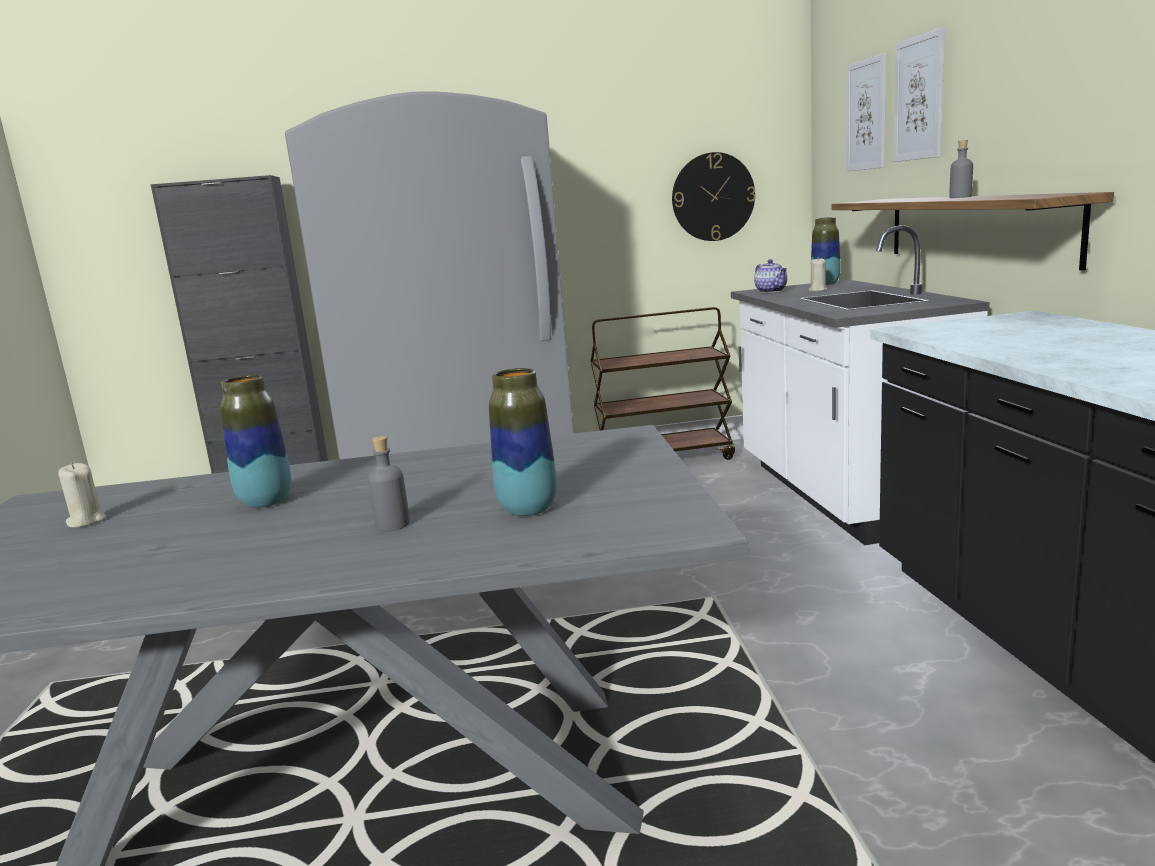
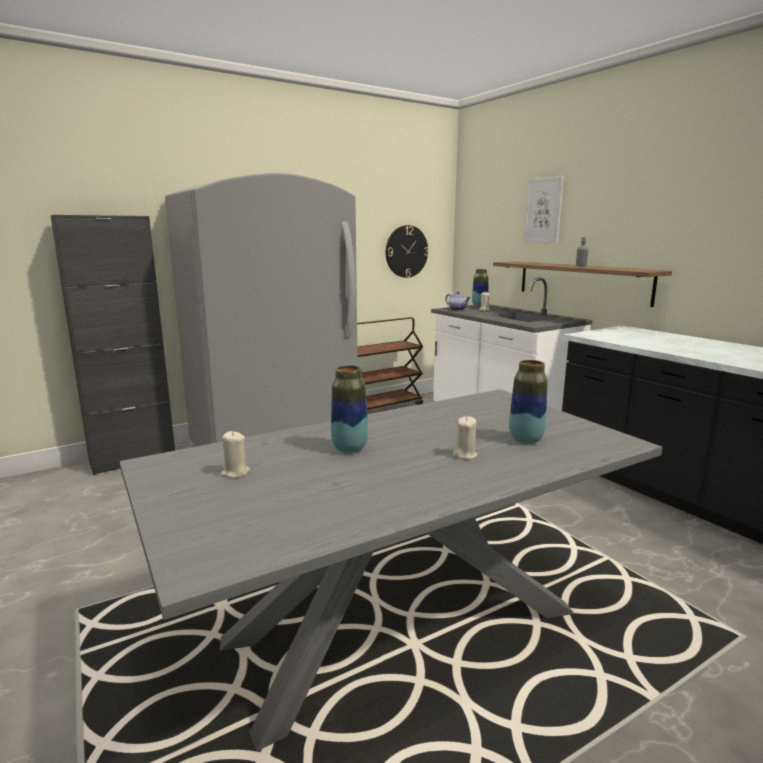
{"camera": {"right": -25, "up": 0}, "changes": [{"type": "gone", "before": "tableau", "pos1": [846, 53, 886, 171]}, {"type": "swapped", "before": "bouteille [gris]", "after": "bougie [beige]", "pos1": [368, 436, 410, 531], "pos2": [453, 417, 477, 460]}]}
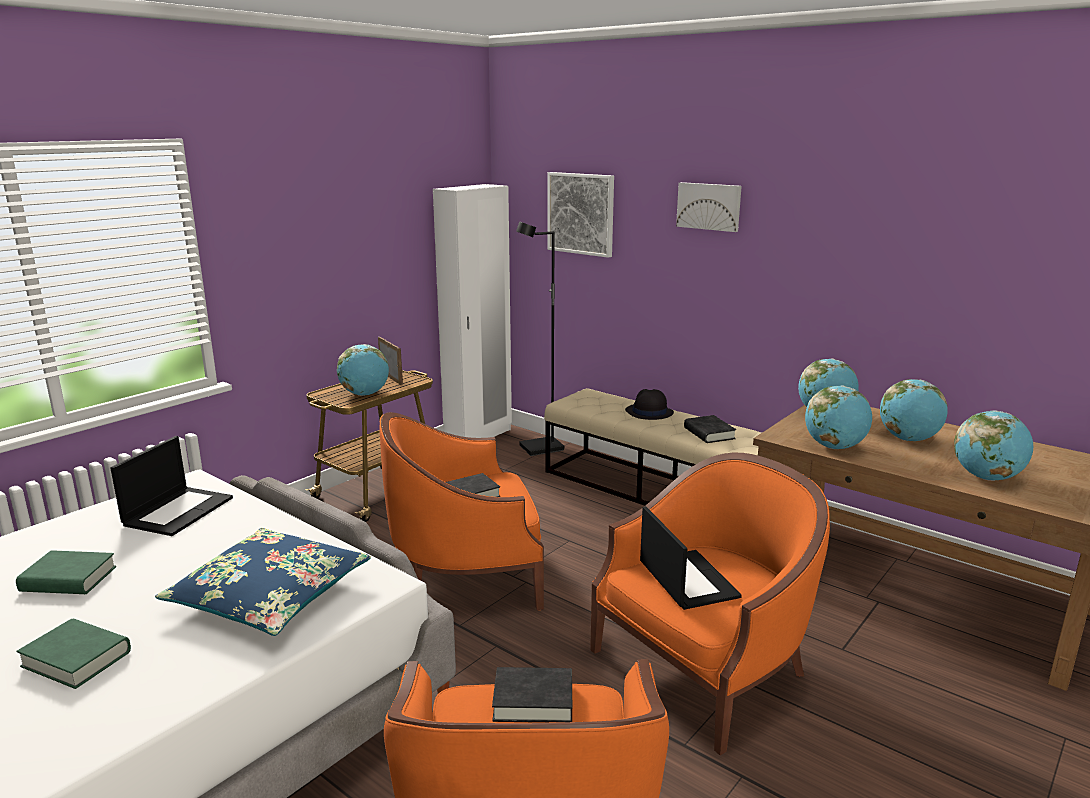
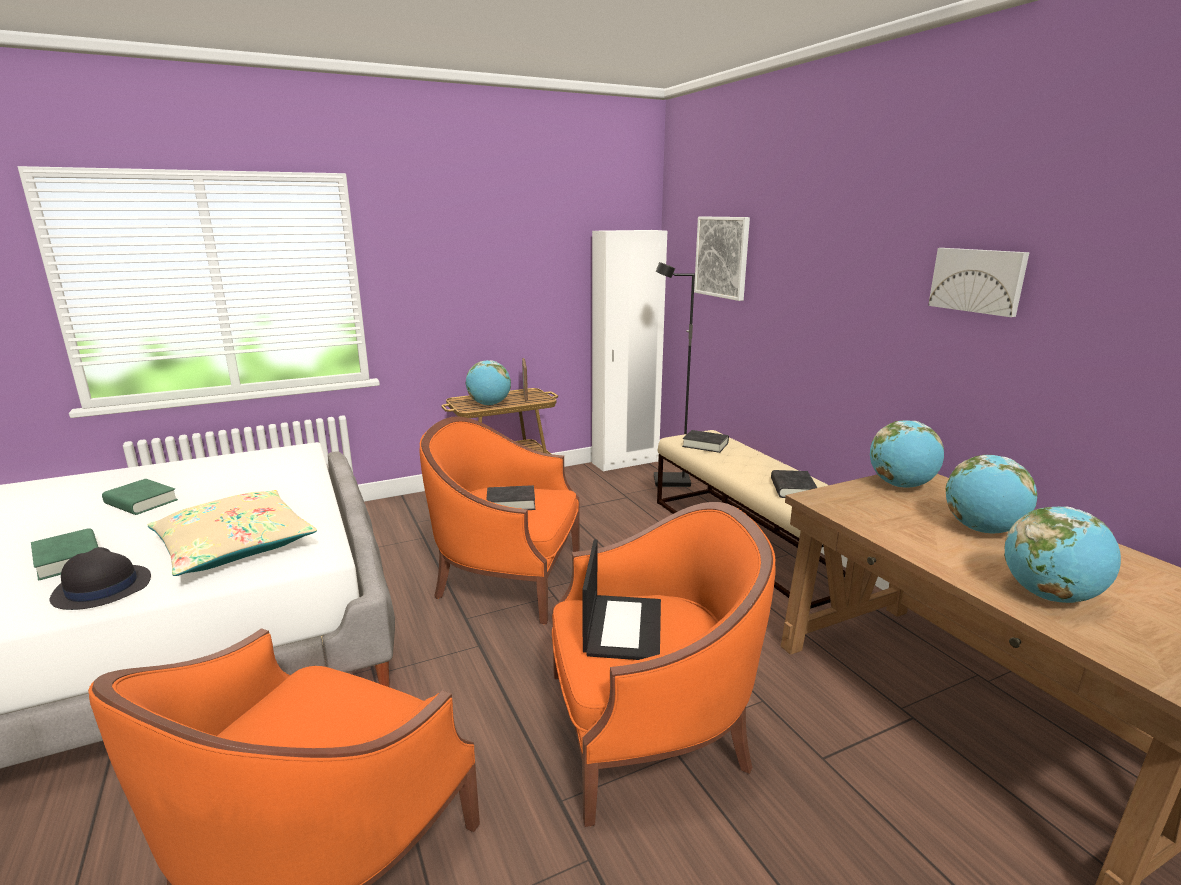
{"camera": {"right": 25, "up": 0}, "changes": [{"type": "gone", "before": "ordinateur portable", "pos1": [110, 436, 233, 536]}, {"type": "gone", "before": "globe", "pos1": [805, 385, 872, 449]}, {"type": "shifted", "before": "livre [noir]", "pos1": [492, 667, 572, 723], "pos2": [682, 430, 729, 453]}, {"type": "shifted", "before": "chapeau [noir]", "pos1": [625, 389, 674, 420], "pos2": [50, 547, 151, 610]}, {"type": "shifted", "before": "tableau", "pos1": [676, 182, 742, 232], "pos2": [928, 248, 1030, 317]}, {"type": "repainted", "before": "coussin [bleu]", "after": "coussin [beige]", "pos1": [155, 528, 371, 636], "pos2": [148, 490, 317, 576]}]}
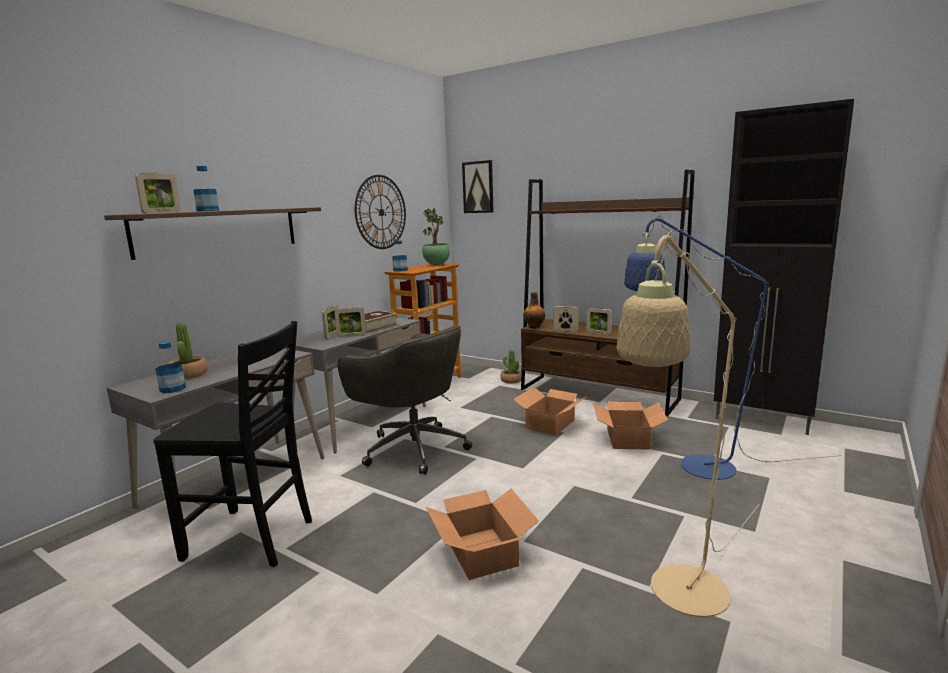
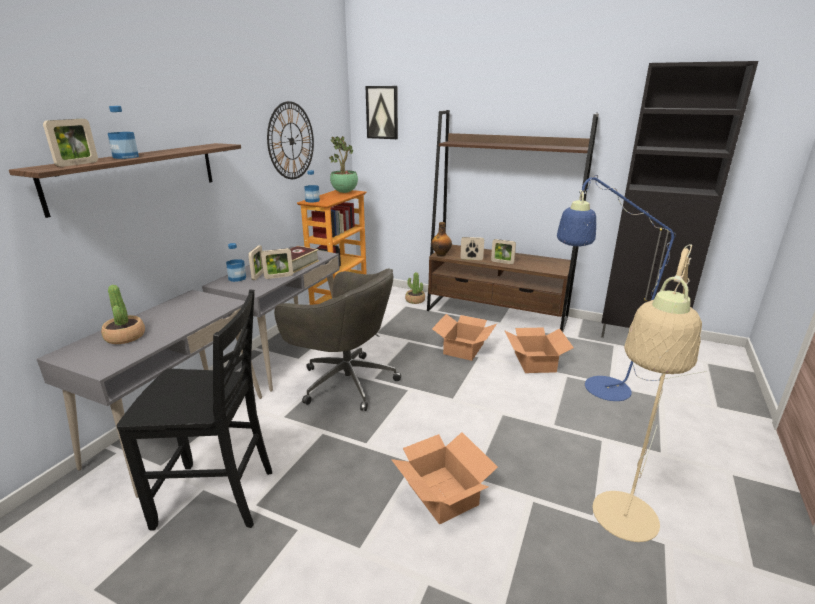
{"camera": {"right": -10, "up": 10}, "changes": [{"type": "shifted", "before": "bouteille", "pos1": [155, 341, 186, 393], "pos2": [226, 243, 246, 282]}]}
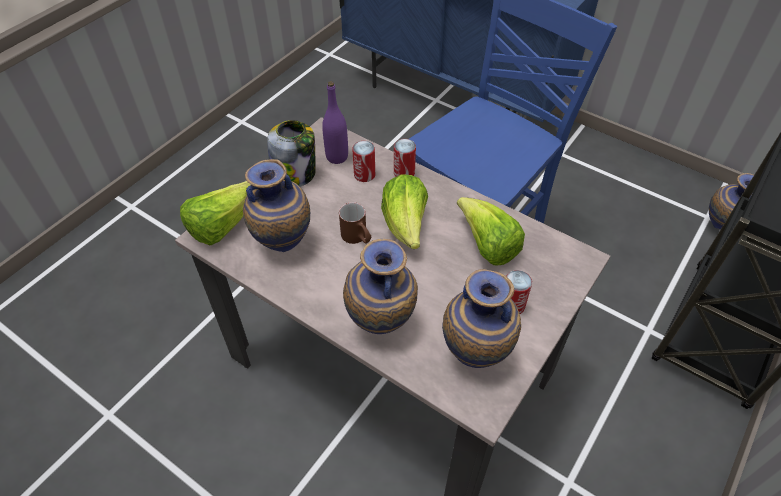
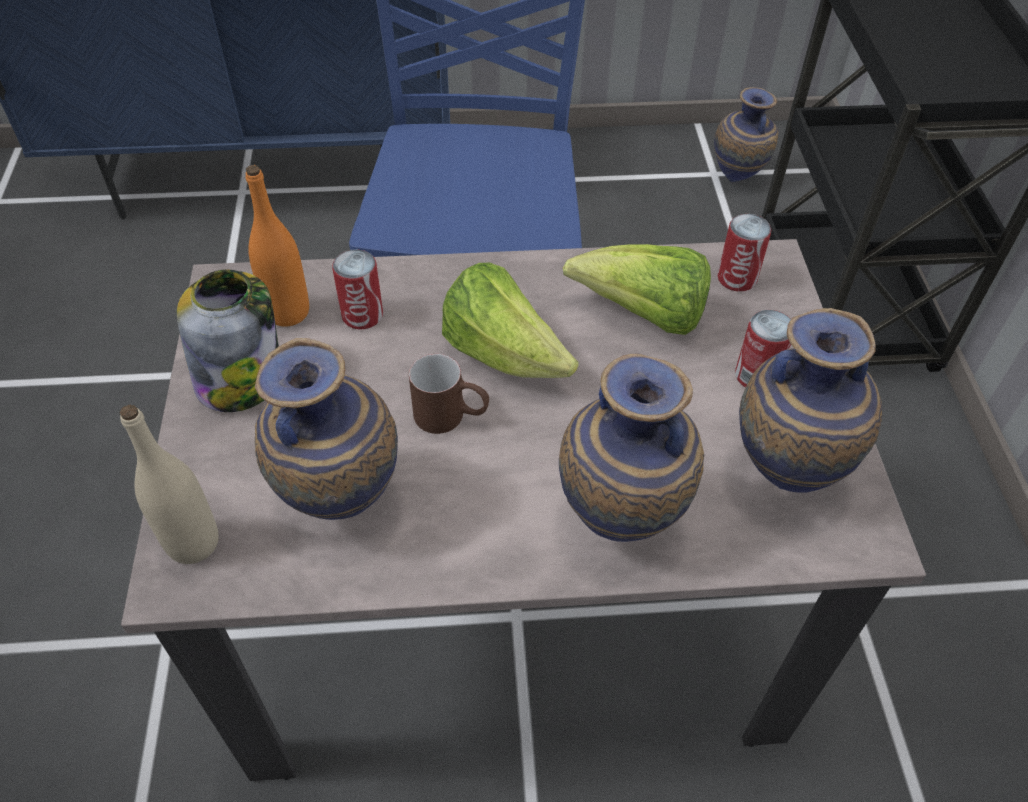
{"camera": {"right": -40, "up": 0}, "changes": [{"type": "shifted", "before": "boîte métallique", "pos1": [394, 139, 416, 177], "pos2": [717, 214, 771, 292]}, {"type": "swapped", "before": "laitue", "after": "bouteille [beige]", "pos1": [180, 181, 251, 246], "pos2": [120, 405, 219, 564]}, {"type": "repainted", "before": "bouteille [violet]", "after": "bouteille [orange]", "pos1": [322, 81, 348, 164], "pos2": [246, 165, 309, 327]}]}
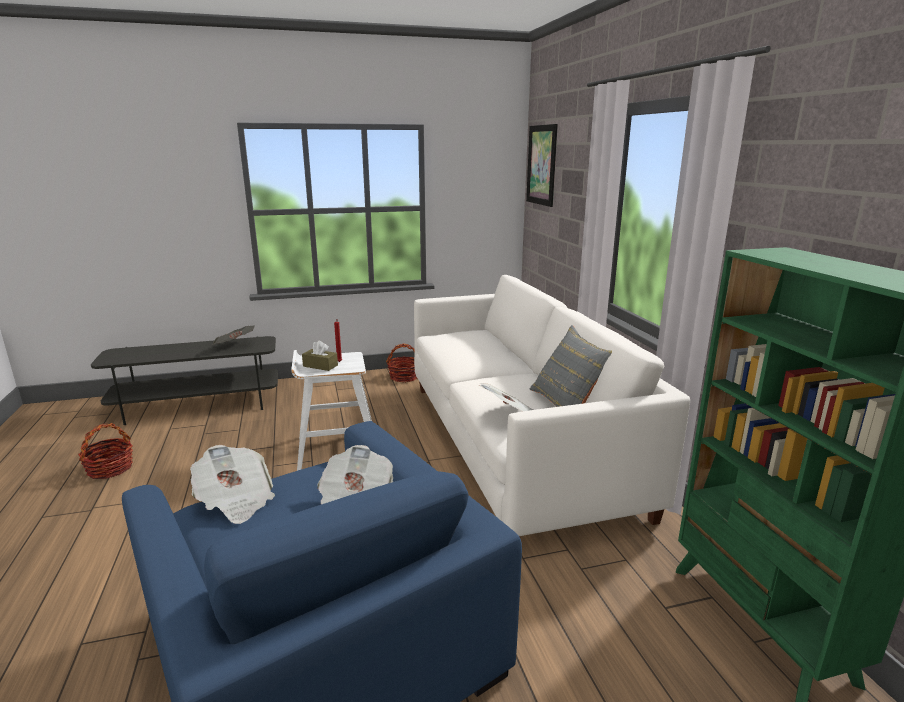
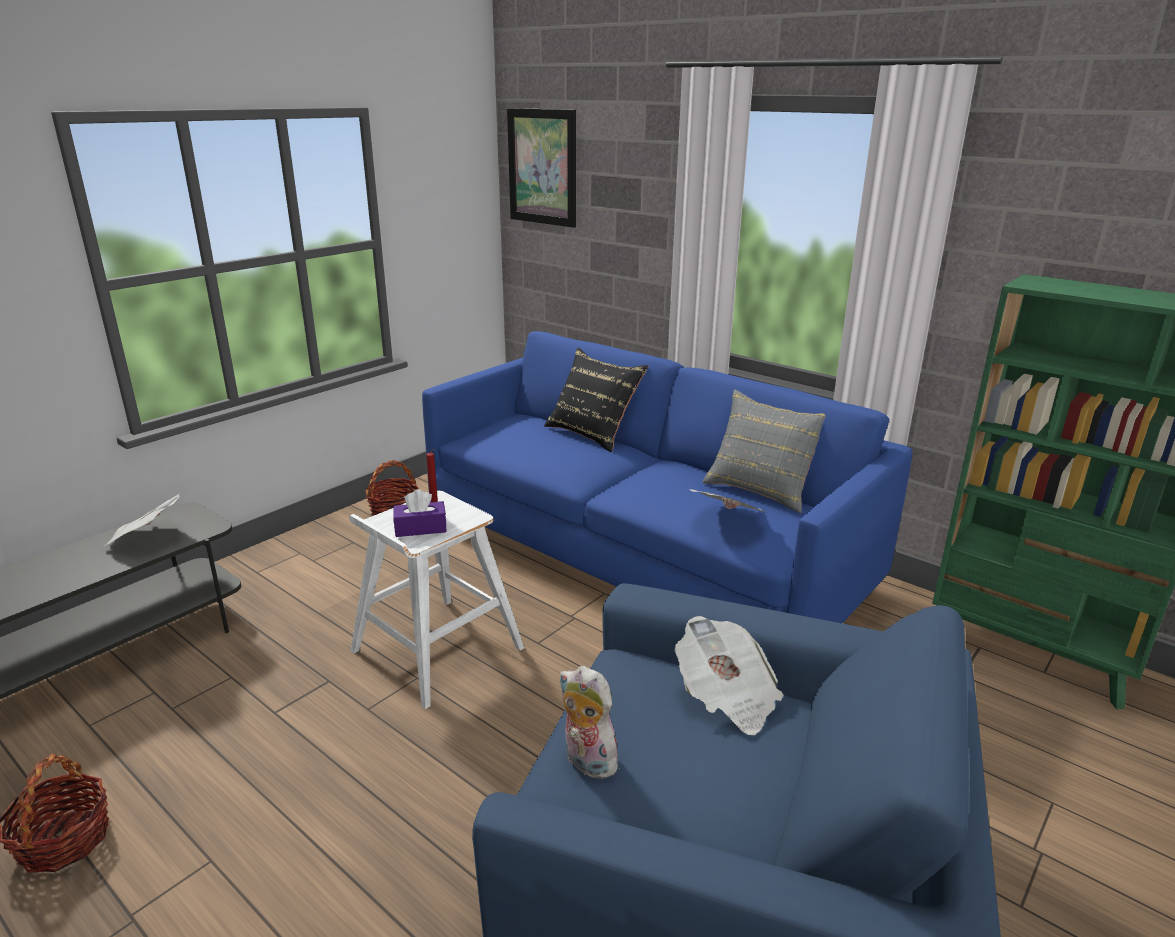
{"camera": {"right": -35, "up": 5}, "changes": [{"type": "new", "after": "coussin [noir]", "pos2": [544, 348, 648, 452]}, {"type": "swapped", "before": "journal", "after": "peluche", "pos1": [190, 445, 275, 524], "pos2": [560, 666, 622, 779]}, {"type": "repainted", "before": "boîte à mouchoirs [marron]", "after": "boîte à mouchoirs [violet]", "pos1": [302, 341, 338, 371], "pos2": [394, 489, 447, 537]}, {"type": "repainted", "before": "canapé [blanc]", "after": "canapé [bleu]", "pos1": [414, 275, 690, 537], "pos2": [422, 331, 913, 623]}]}
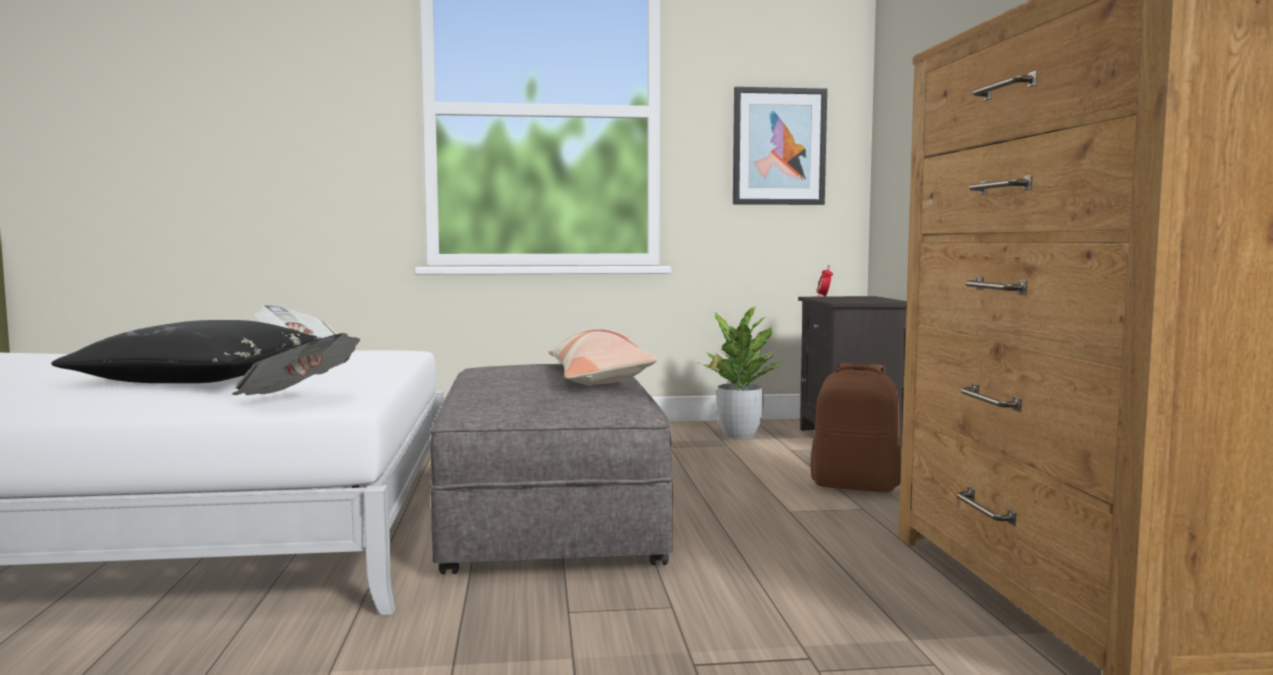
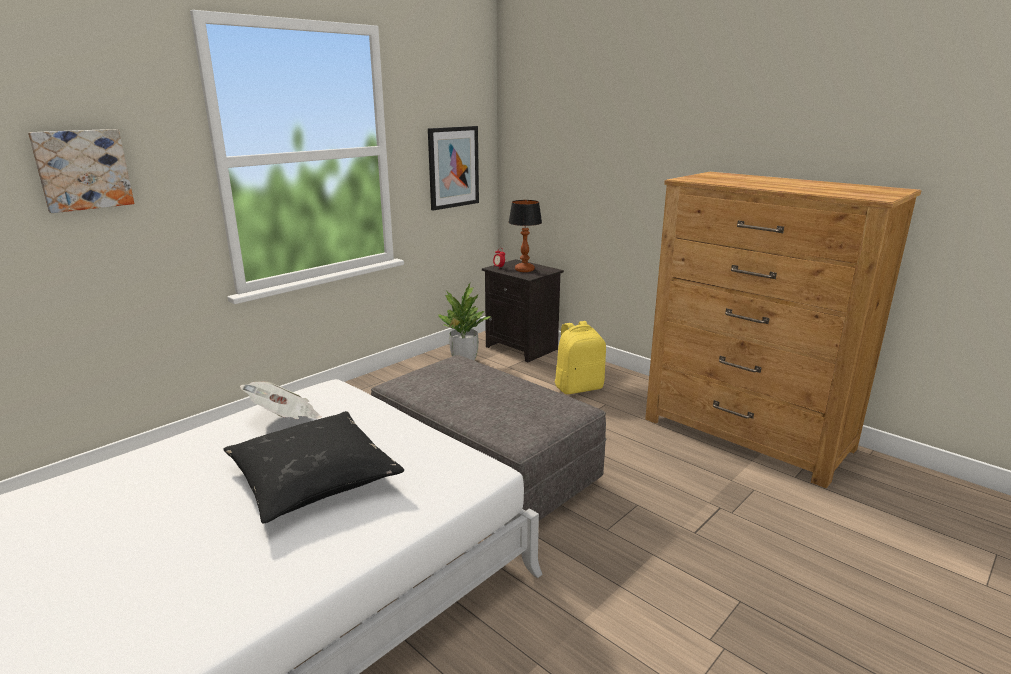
{"camera": {"right": -40, "up": 15}, "changes": [{"type": "gone", "before": "journal", "pos1": [232, 333, 360, 395]}, {"type": "gone", "before": "coussin", "pos1": [549, 330, 657, 386]}, {"type": "new", "after": "tableau", "pos2": [28, 129, 134, 213]}, {"type": "new", "after": "lampe de table", "pos2": [508, 200, 542, 272]}, {"type": "repainted", "before": "sac à dos [marron]", "after": "sac à dos [jaune]", "pos1": [811, 363, 901, 492], "pos2": [555, 321, 606, 394]}]}
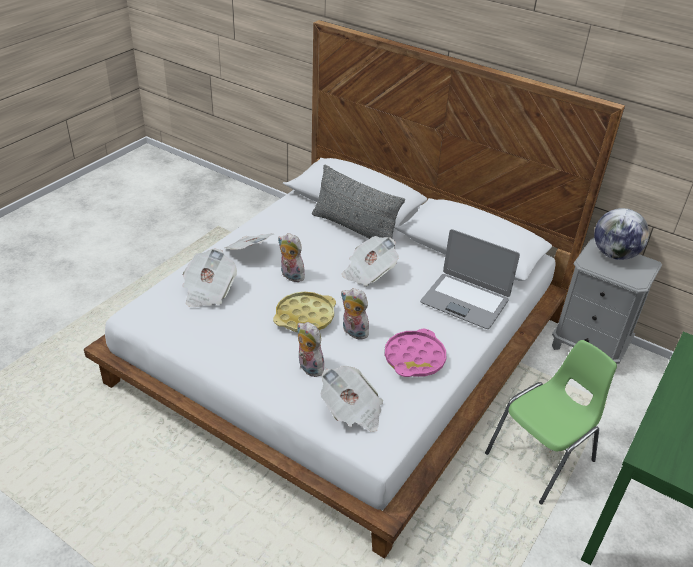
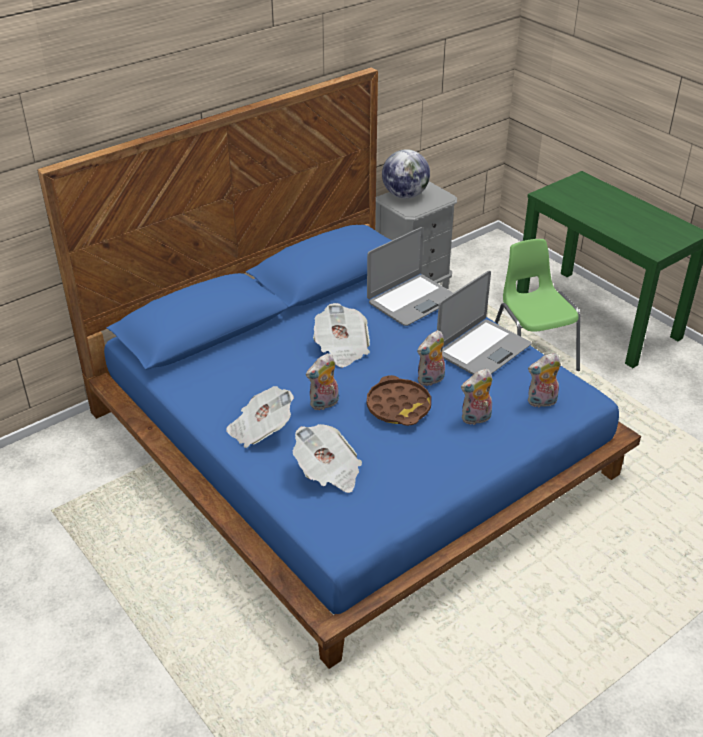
{"camera": {"right": -70, "up": 0}, "changes": [{"type": "gone", "before": "coussin [gris]", "pos1": [312, 165, 405, 239]}, {"type": "swapped", "before": "journal", "after": "peluche", "pos1": [320, 366, 383, 432], "pos2": [528, 353, 561, 408]}, {"type": "swapped", "before": "plateau [rose]", "after": "ordinateur portable", "pos1": [385, 329, 446, 377], "pos2": [437, 271, 532, 375]}, {"type": "repainted", "before": "lit [blanc]", "after": "lit [bleu]", "pos1": [84, 20, 625, 559], "pos2": [37, 67, 641, 669]}, {"type": "repainted", "before": "plateau [jaune]", "after": "plateau [marron]", "pos1": [273, 292, 336, 332], "pos2": [367, 375, 431, 426]}]}
